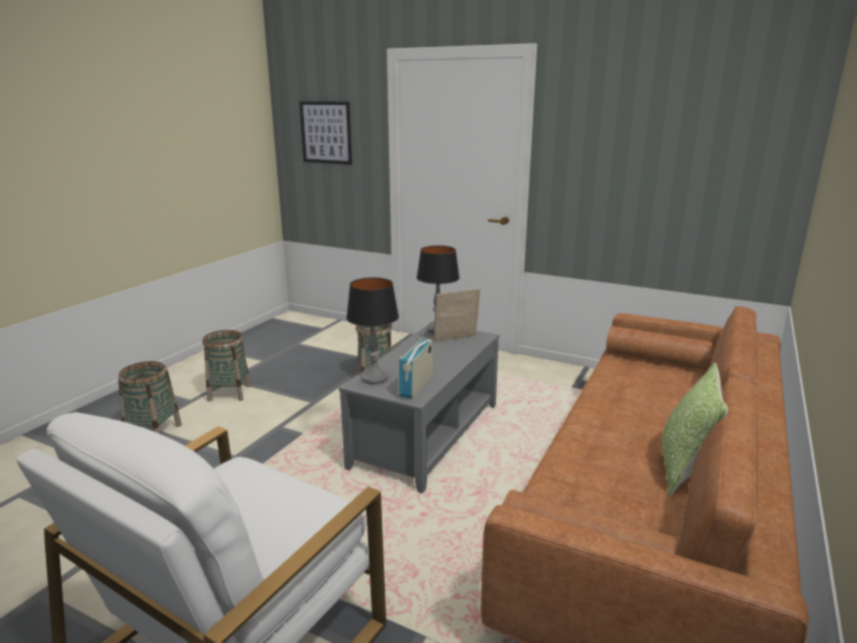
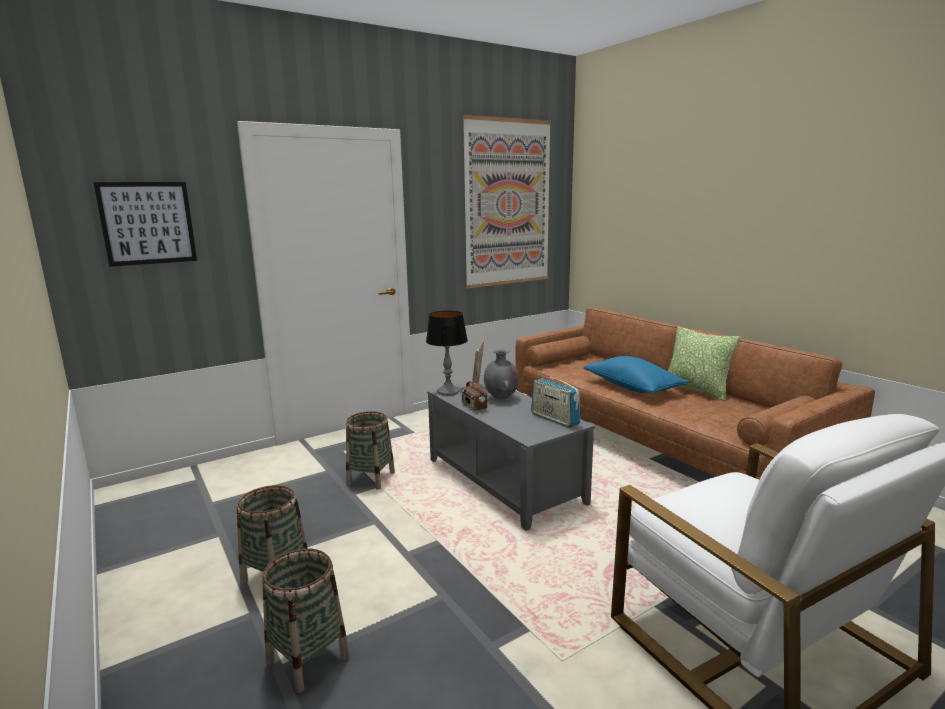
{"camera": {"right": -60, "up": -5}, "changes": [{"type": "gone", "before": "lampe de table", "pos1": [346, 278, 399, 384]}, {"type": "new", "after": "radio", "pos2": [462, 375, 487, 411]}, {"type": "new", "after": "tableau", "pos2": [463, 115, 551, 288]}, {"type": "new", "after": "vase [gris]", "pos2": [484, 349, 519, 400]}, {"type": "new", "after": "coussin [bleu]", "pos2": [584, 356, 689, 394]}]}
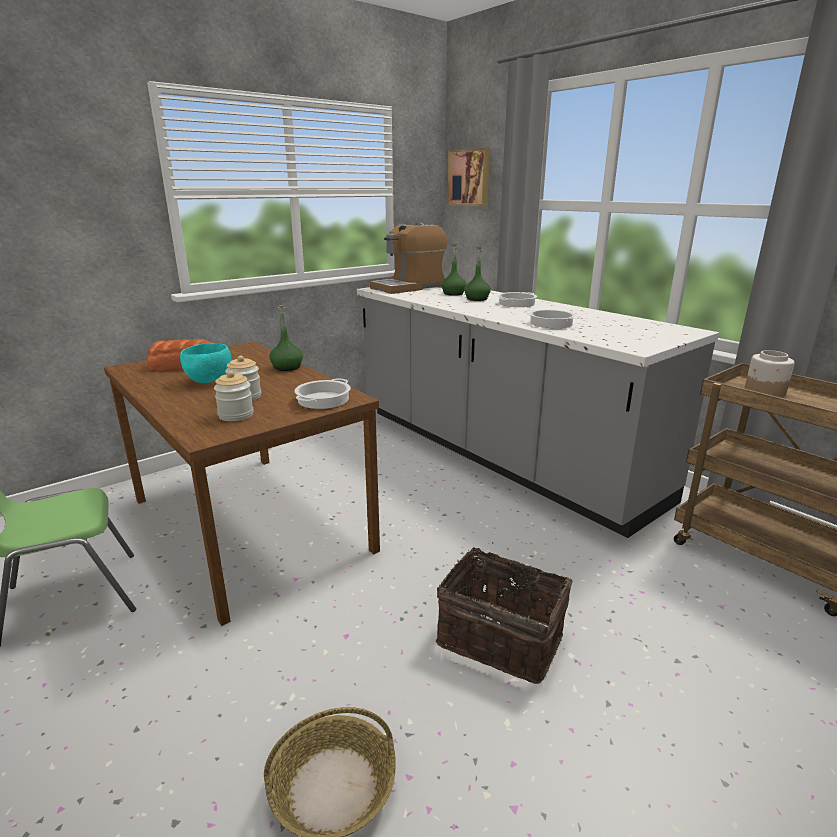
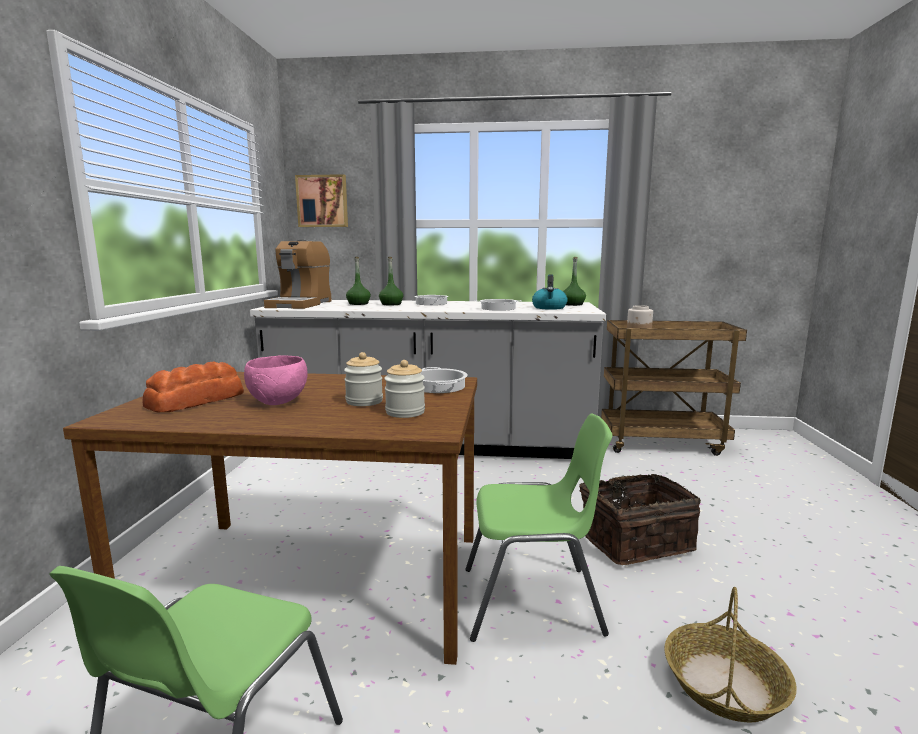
{"camera": {"right": -45, "up": -10}, "changes": [{"type": "new", "after": "chaise [vert]", "pos2": [465, 414, 613, 642]}, {"type": "new", "after": "bouilloire", "pos2": [532, 274, 568, 310]}, {"type": "shifted", "before": "bouteille [vert]", "pos1": [269, 304, 303, 371], "pos2": [563, 257, 586, 306]}, {"type": "repainted", "before": "bol [turquoise]", "after": "bol [rose]", "pos1": [180, 343, 231, 383], "pos2": [244, 355, 308, 405]}]}
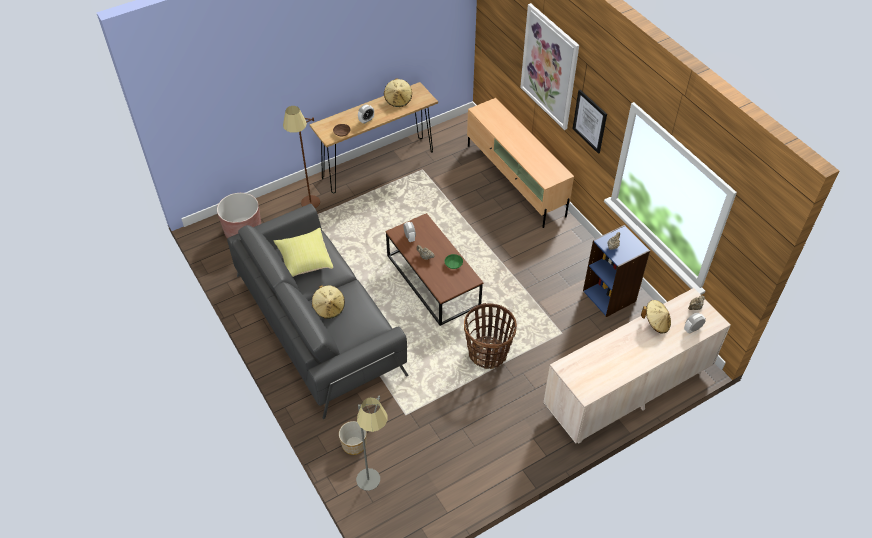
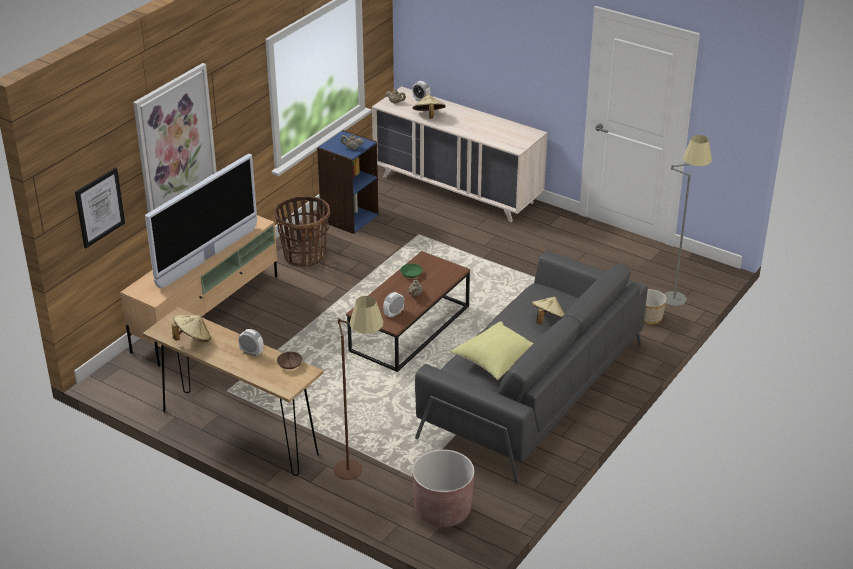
{"camera": {"right": -115, "up": -15}, "changes": [{"type": "new", "after": "téléviseur", "pos2": [145, 154, 257, 288]}, {"type": "shifted", "before": "panier", "pos1": [464, 303, 517, 369], "pos2": [275, 196, 330, 267]}, {"type": "shifted", "before": "tableau", "pos1": [572, 90, 607, 154], "pos2": [75, 167, 125, 248]}]}
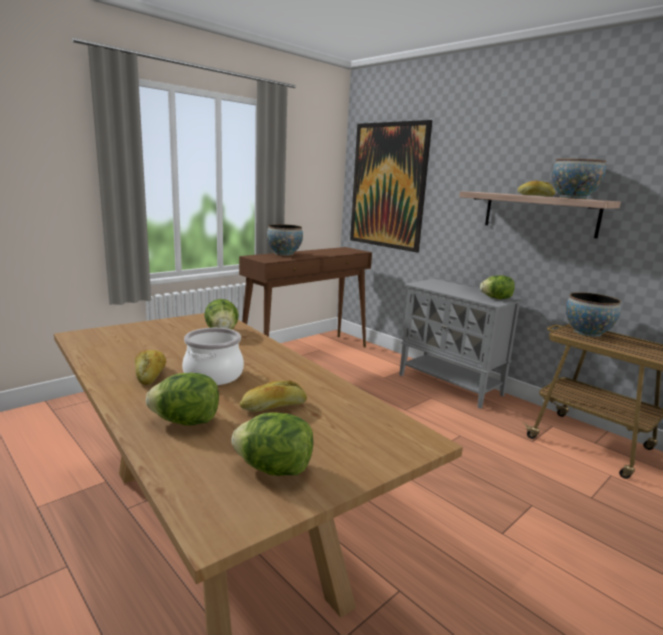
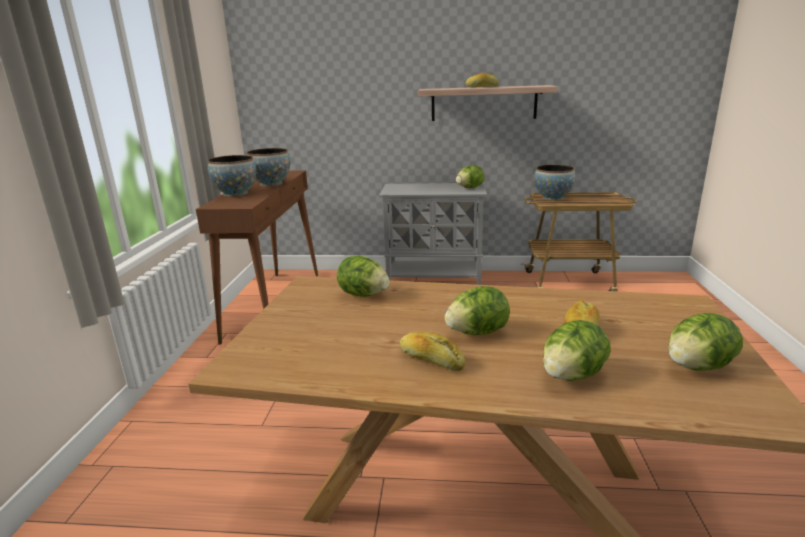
{"camera": {"right": -40, "up": 5}, "changes": [{"type": "gone", "before": "tableau", "pos1": [350, 120, 433, 252]}, {"type": "shifted", "before": "bol", "pos1": [552, 159, 606, 199], "pos2": [246, 148, 290, 186]}, {"type": "swapped", "before": "marmite", "after": "laitue", "pos1": [182, 328, 244, 385], "pos2": [445, 286, 510, 335]}]}
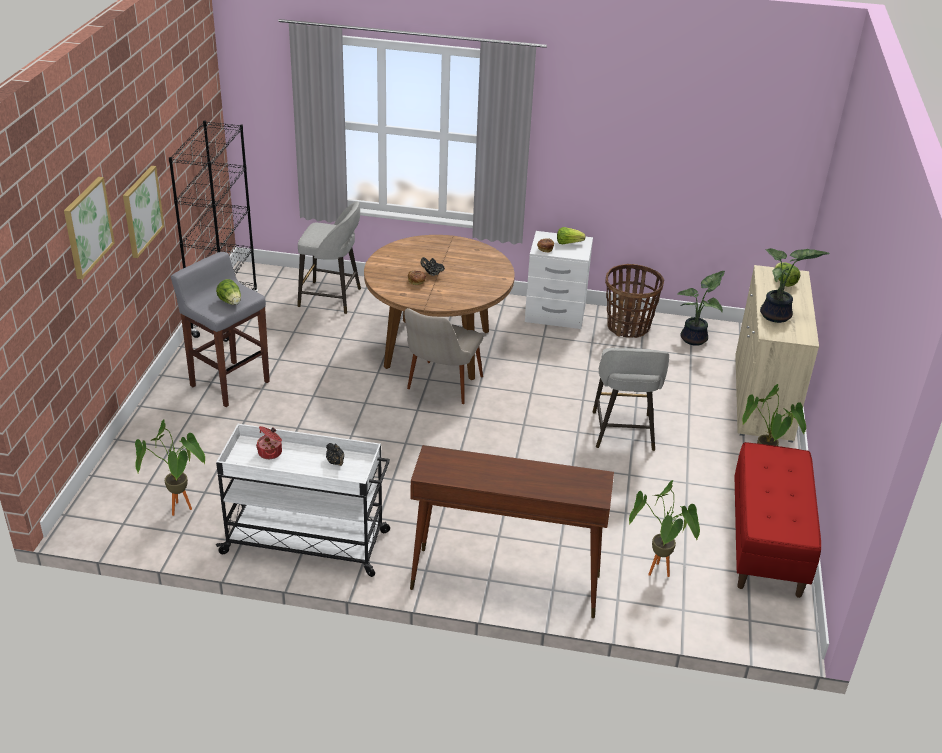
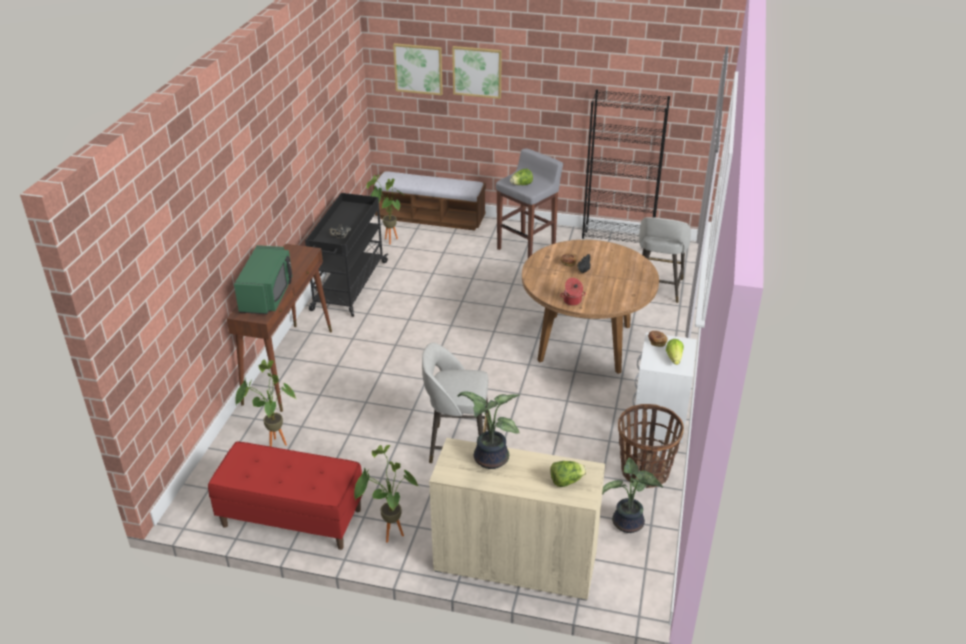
{"camera": {"right": 95, "up": 0}, "changes": [{"type": "gone", "before": "chaise [beige]", "pos1": [405, 308, 483, 404]}, {"type": "new", "after": "micro-ondes [vert]", "pos2": [234, 245, 292, 314]}, {"type": "new", "after": "banc", "pos2": [373, 171, 486, 230]}, {"type": "shifted", "before": "tableau", "pos1": [123, 166, 164, 258], "pos2": [393, 43, 443, 95]}, {"type": "shifted", "before": "marmite", "pos1": [256, 426, 282, 459], "pos2": [560, 278, 586, 306]}, {"type": "repainted", "before": "chariot [blanc]", "after": "chariot [noir]", "pos1": [216, 424, 390, 577], "pos2": [305, 193, 389, 317]}]}
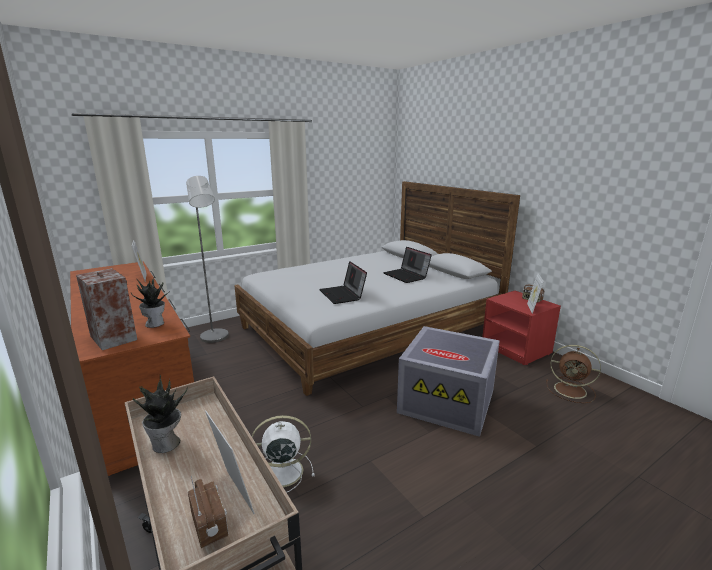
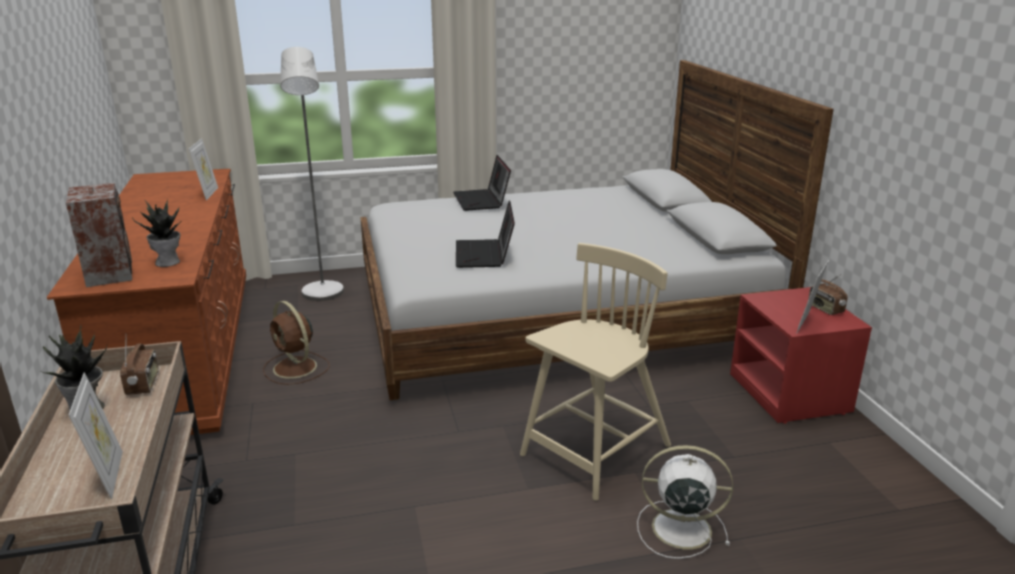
{"camera": {"right": 20, "up": 5}, "changes": [{"type": "shifted", "before": "radio", "pos1": [188, 476, 228, 548], "pos2": [120, 341, 159, 395]}, {"type": "shifted", "before": "ventilateur [blanc]", "pos1": [252, 415, 315, 493], "pos2": [637, 445, 733, 559]}, {"type": "shifted", "before": "ordinateur portable", "pos1": [383, 247, 432, 283], "pos2": [453, 155, 511, 211]}, {"type": "shifted", "before": "ventilateur [marron]", "pos1": [546, 345, 601, 403], "pos2": [263, 301, 330, 385]}, {"type": "swapped", "before": "boîte de rangement [gris]", "after": "chaise [beige]", "pos1": [397, 326, 500, 437], "pos2": [520, 243, 671, 501]}]}
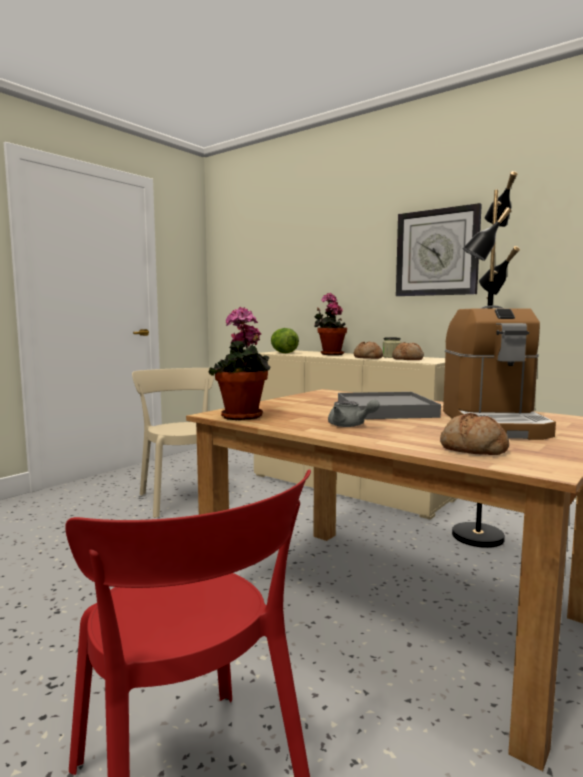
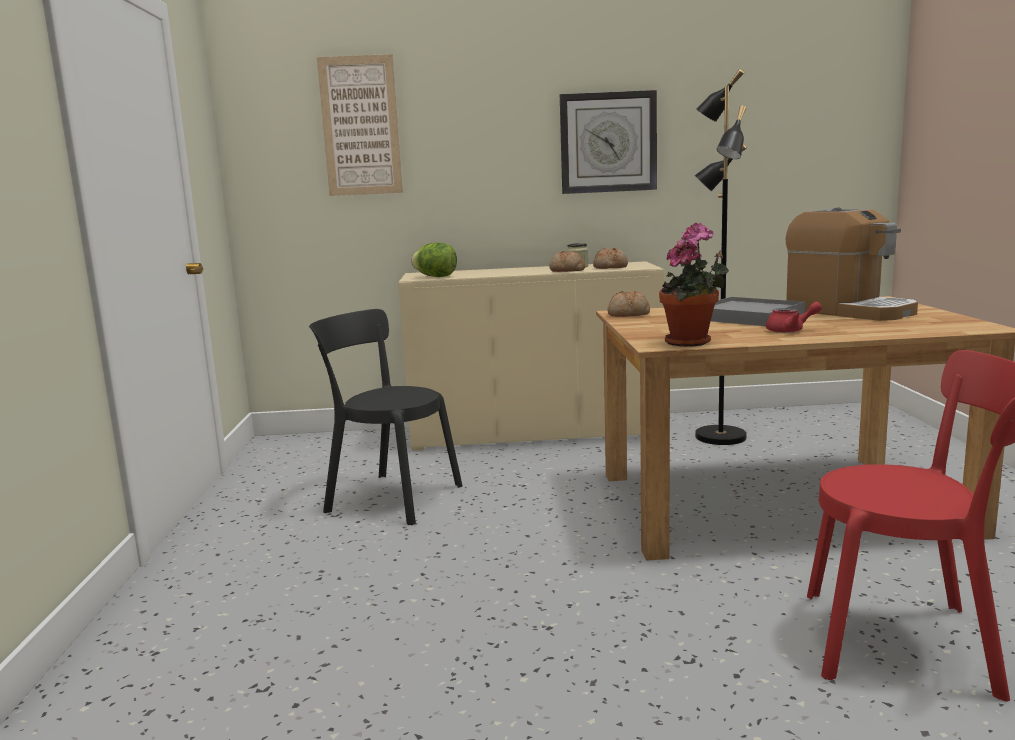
{"camera": {"right": -40, "up": 5}, "changes": [{"type": "gone", "before": "plante en pot", "pos1": [314, 293, 347, 355]}, {"type": "new", "after": "tableau", "pos2": [317, 54, 403, 196]}, {"type": "shifted", "before": "pain", "pos1": [440, 413, 509, 455], "pos2": [608, 291, 650, 317]}, {"type": "repainted", "before": "chaise [beige]", "after": "chaise [noir]", "pos1": [132, 368, 230, 518], "pos2": [309, 309, 463, 525]}, {"type": "repainted", "before": "théière [gris]", "after": "théière [rouge]", "pos1": [328, 399, 380, 427], "pos2": [766, 302, 822, 333]}]}
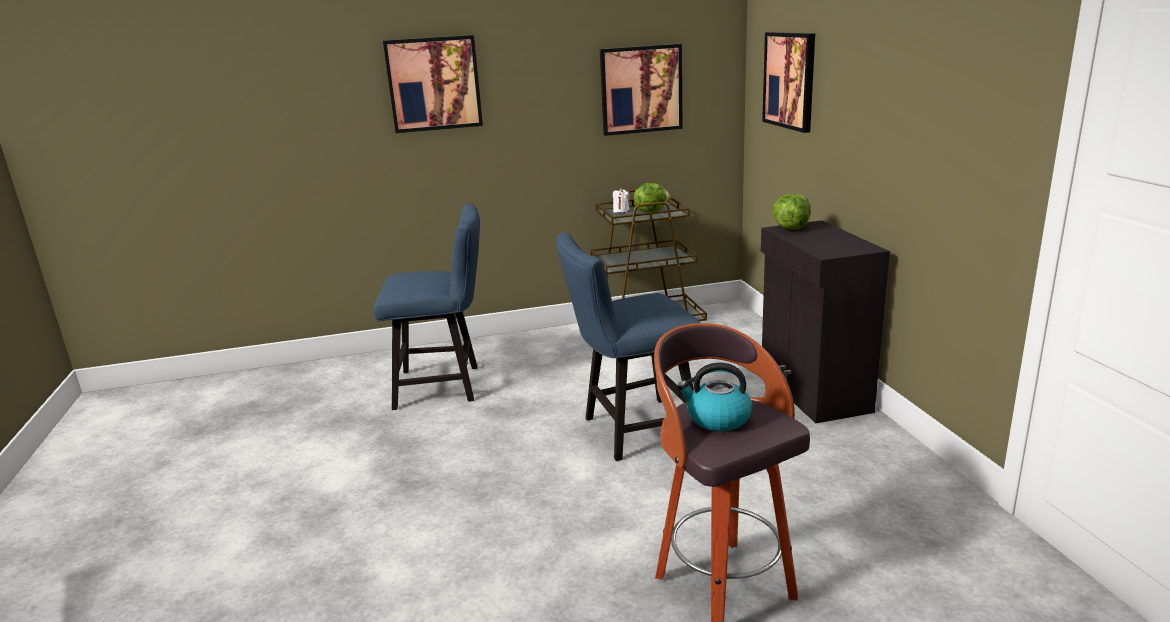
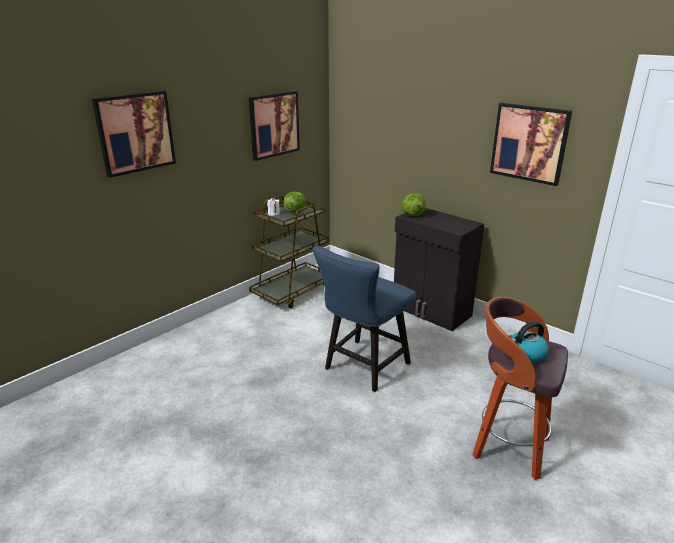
{"camera": {"right": -35, "up": 5}, "changes": [{"type": "gone", "before": "chaise [bleu]", "pos1": [373, 203, 480, 410]}, {"type": "shifted", "before": "tableau", "pos1": [762, 32, 815, 133], "pos2": [490, 103, 572, 186]}]}
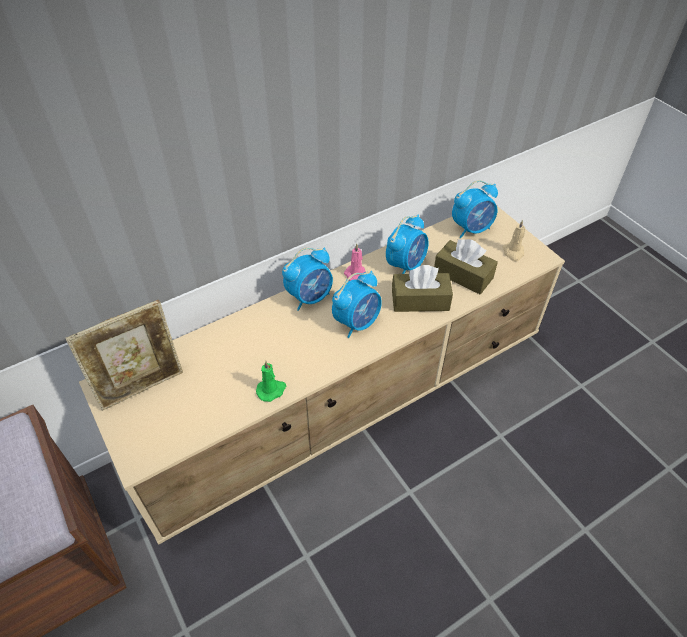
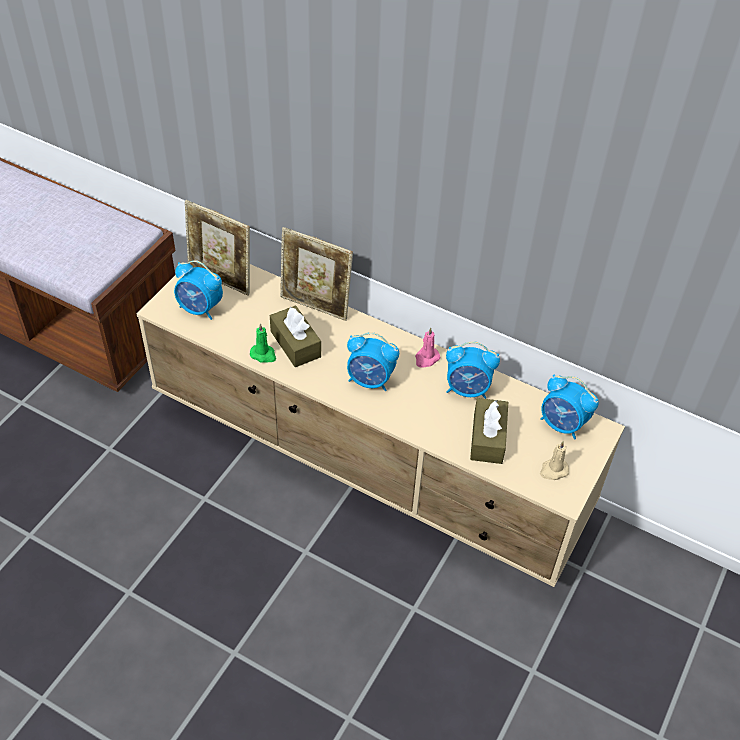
{"camera": {"right": 60, "up": 0}, "changes": [{"type": "new", "after": "cadre photo", "pos2": [280, 227, 353, 321]}, {"type": "shifted", "before": "réveil", "pos1": [282, 248, 333, 311], "pos2": [174, 260, 223, 320]}, {"type": "shifted", "before": "boîte à mouchoirs [marron]", "pos1": [392, 265, 453, 312], "pos2": [270, 305, 321, 367]}]}
